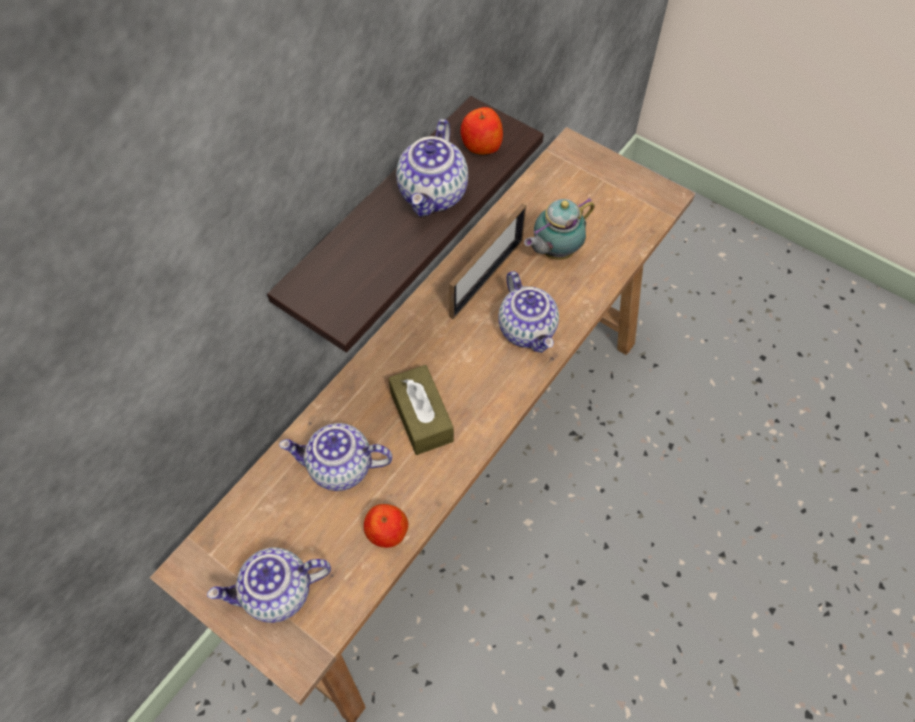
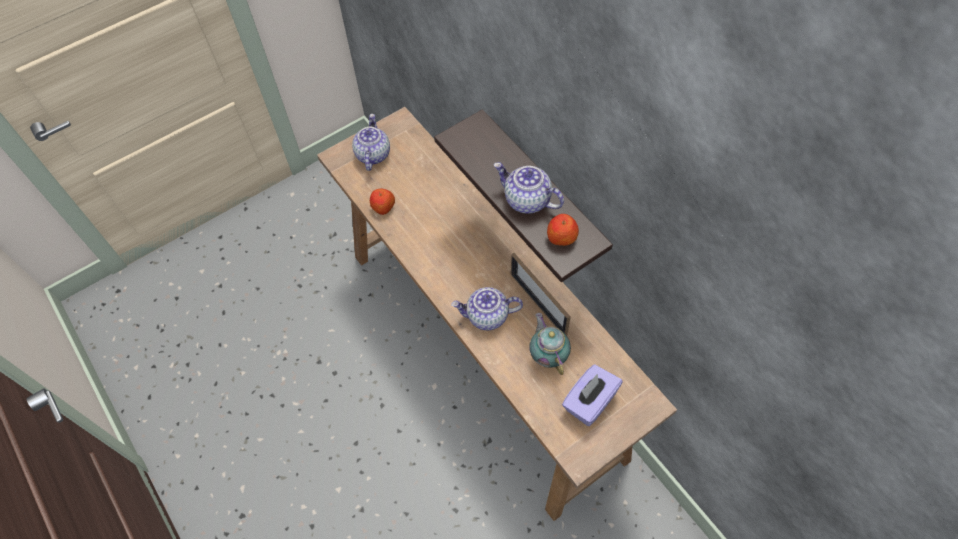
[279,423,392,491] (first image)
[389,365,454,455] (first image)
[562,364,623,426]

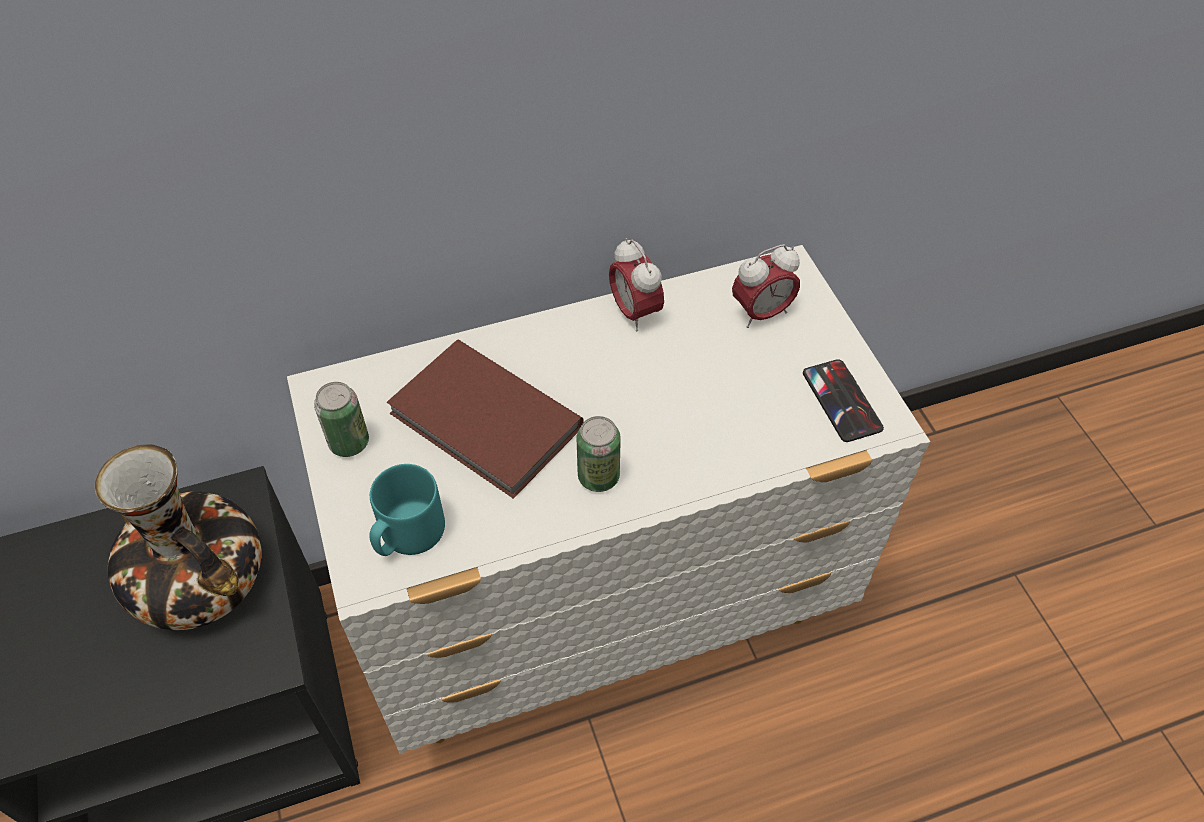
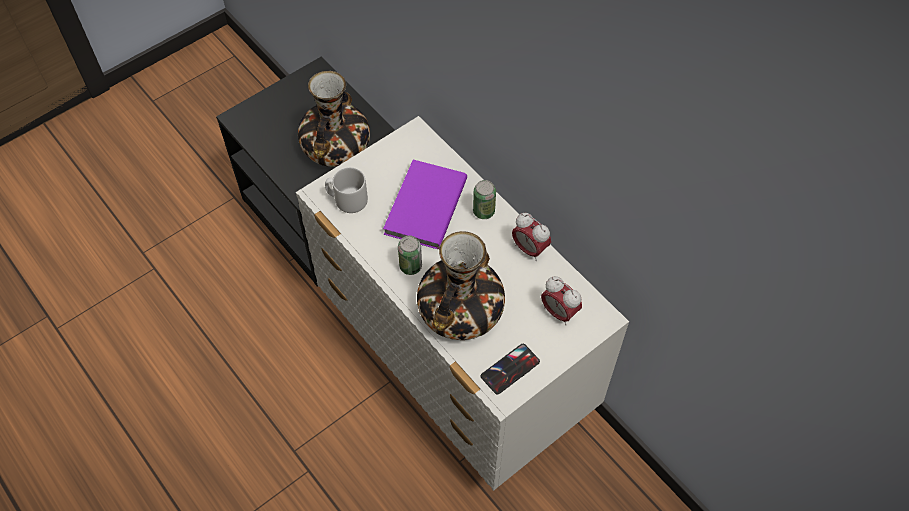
[417,231,505,340]
[473,180,496,219]
[325,167,368,213]
[383,160,467,249]
[512,213,551,261]

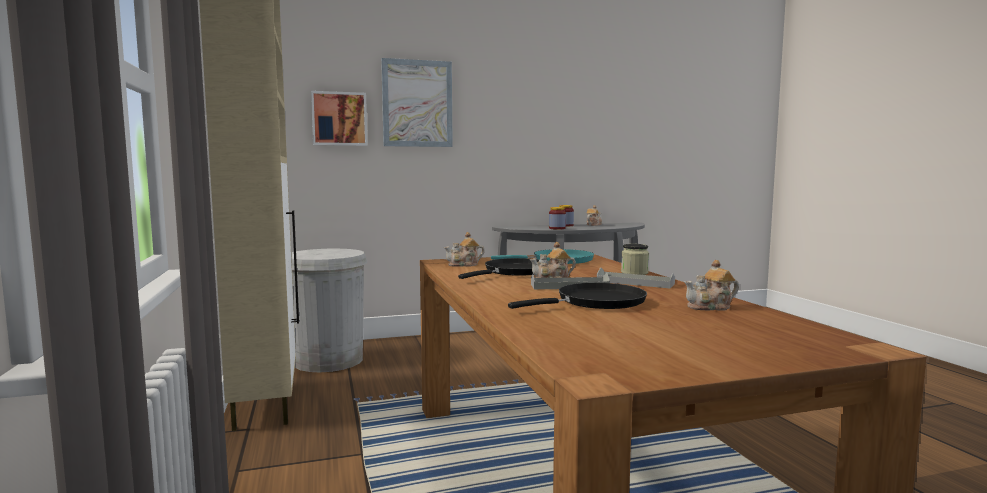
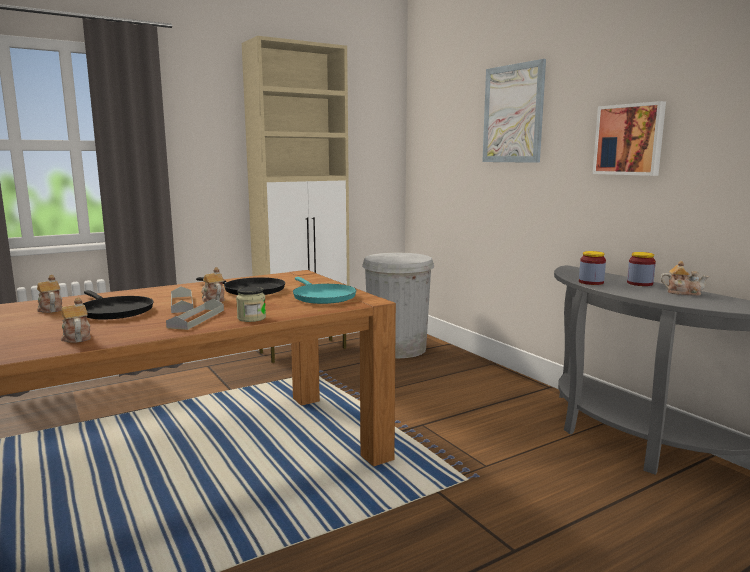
[593,101,666,176]
[37,275,62,313]

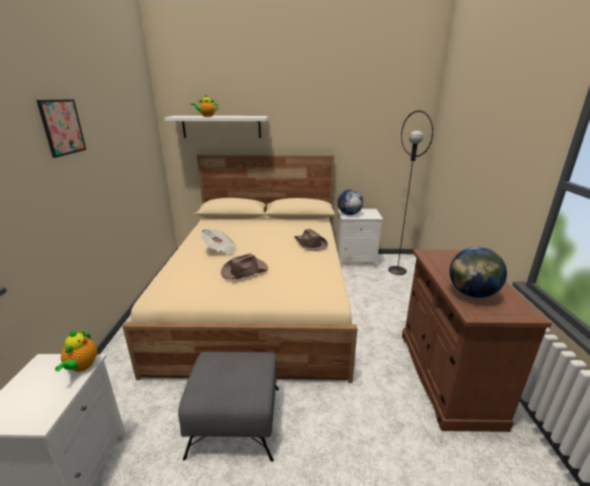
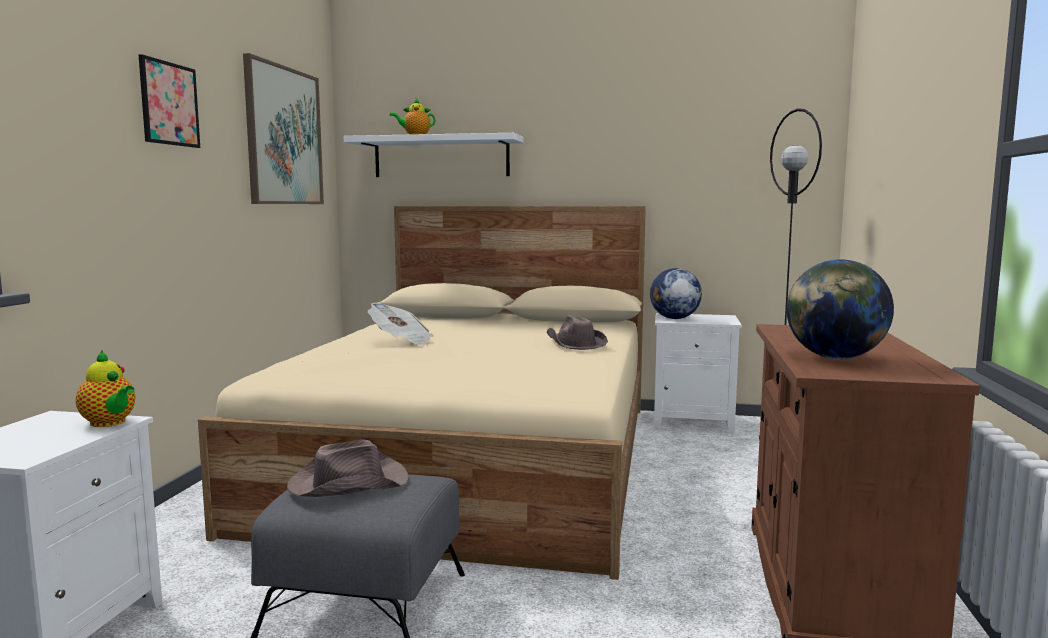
[243,53,324,204]
[287,440,409,497]
[76,351,135,427]

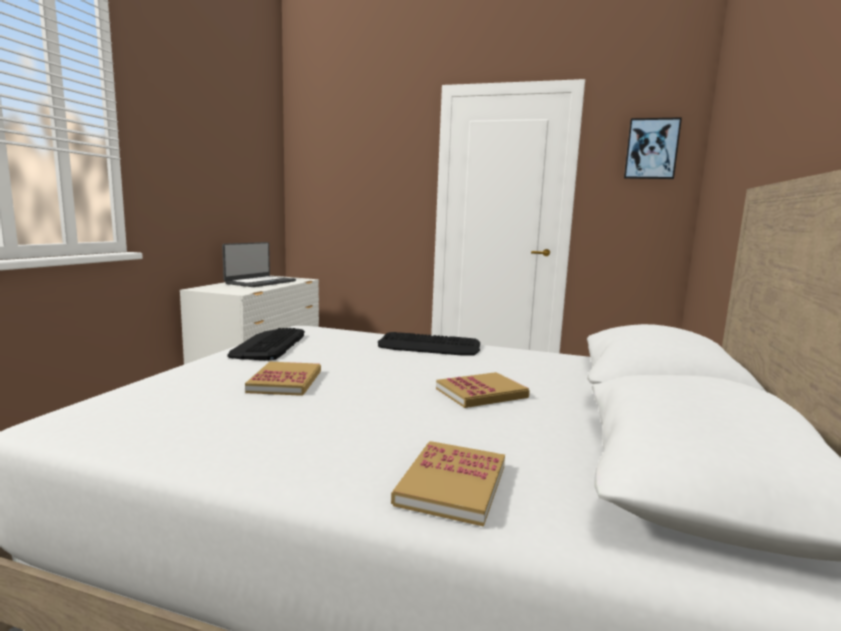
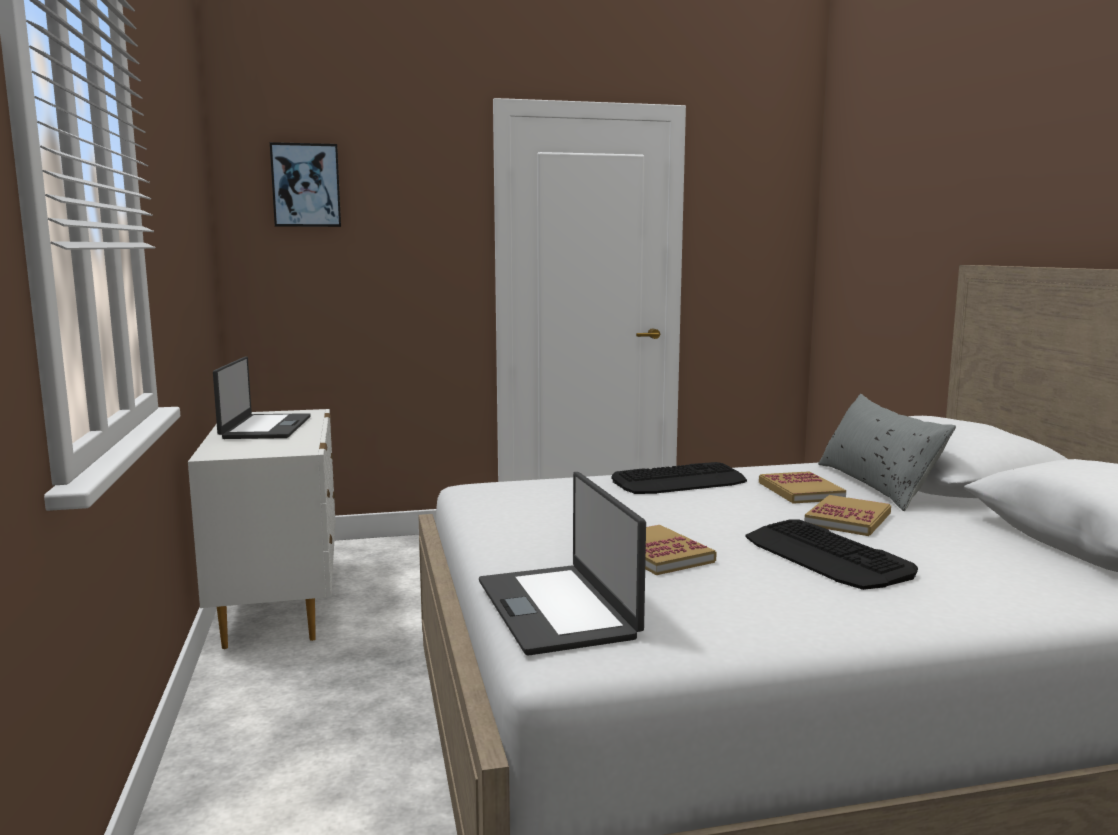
[479,472,646,656]
[818,394,956,511]
[746,519,918,590]
[759,471,846,504]
[270,142,341,227]

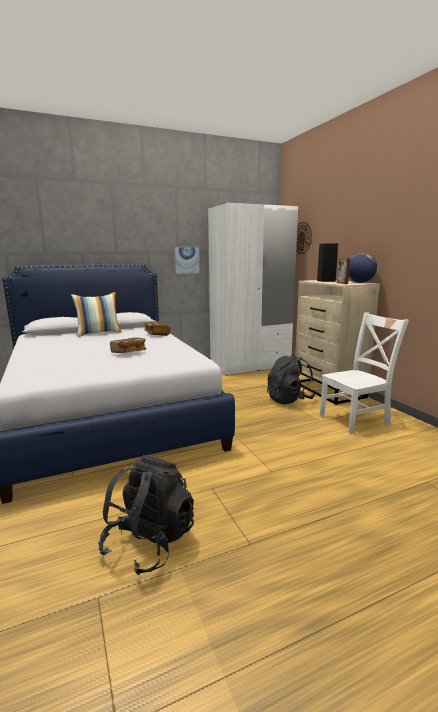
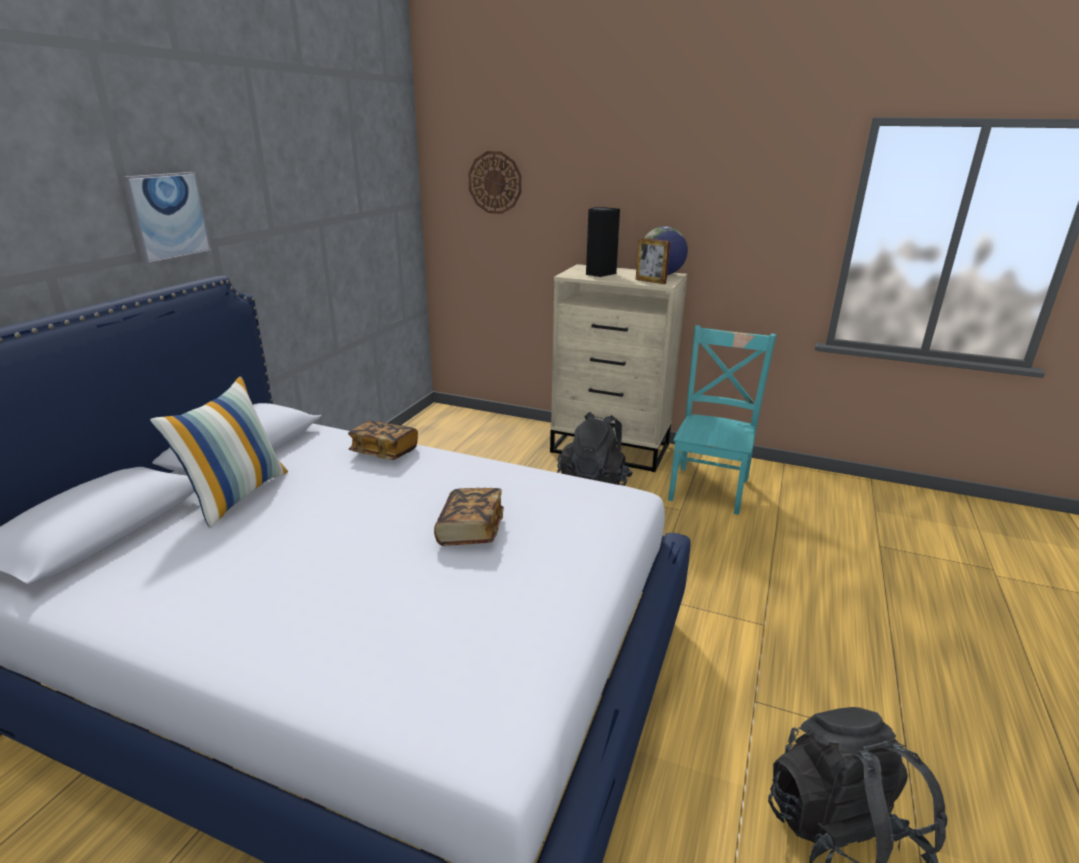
[208,203,298,376] (first image)
[122,172,211,264]
[668,325,776,515]

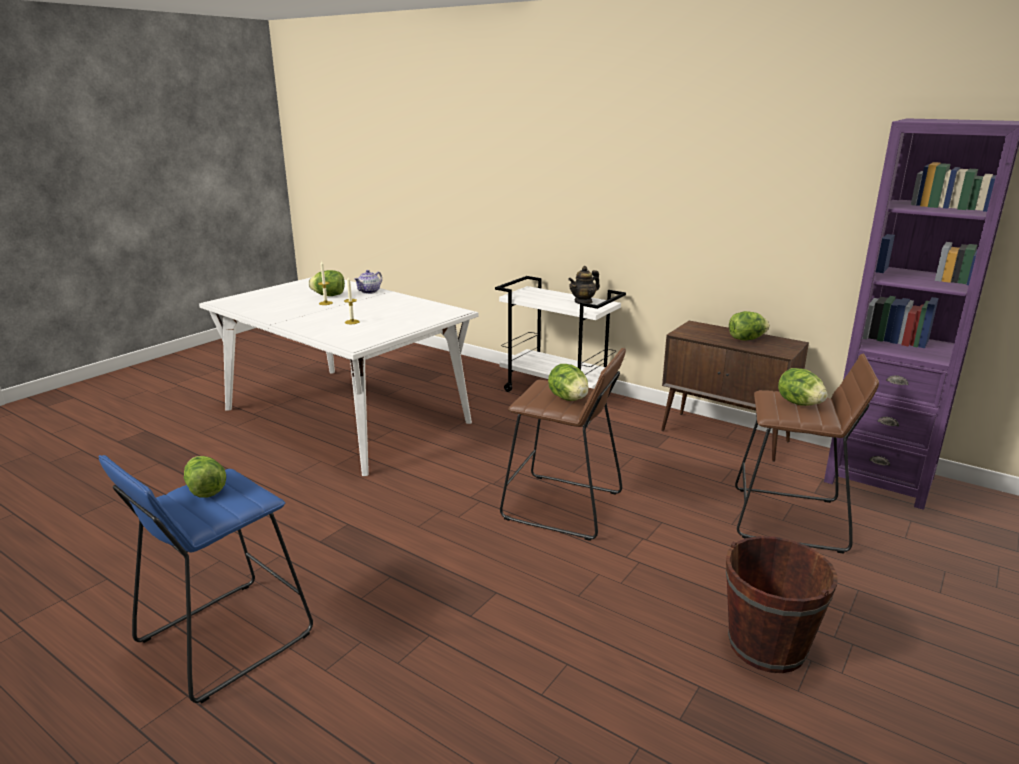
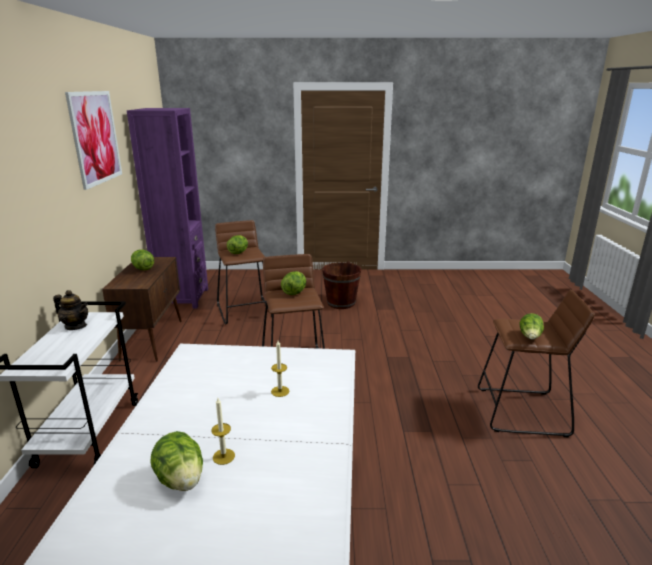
[354,270,382,294] (first image)
[65,91,122,190]
[478,289,595,437]

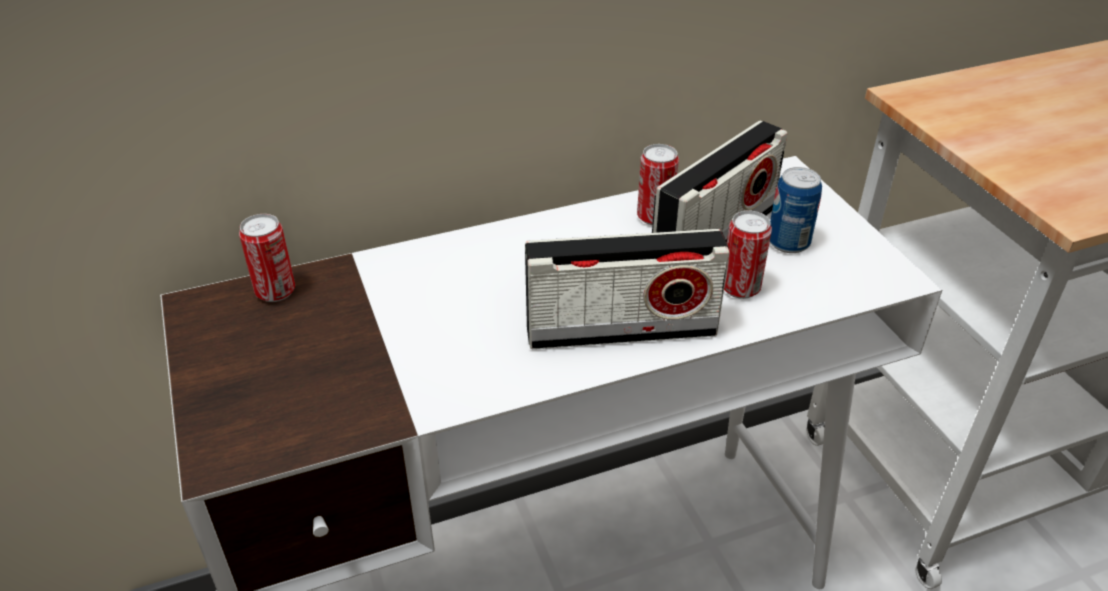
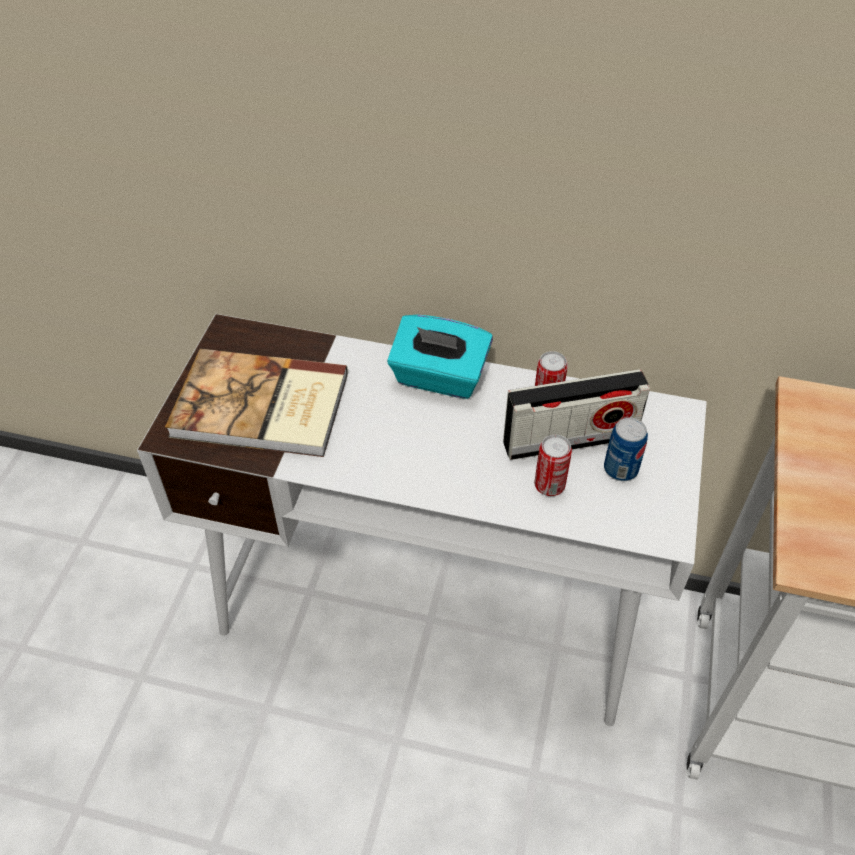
[239,214,295,302] (first image)
[525,229,730,349] (first image)
[165,348,348,457]
[387,315,493,399]

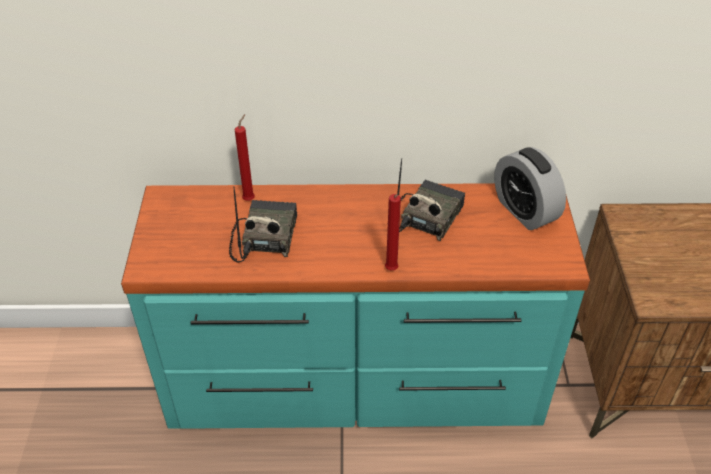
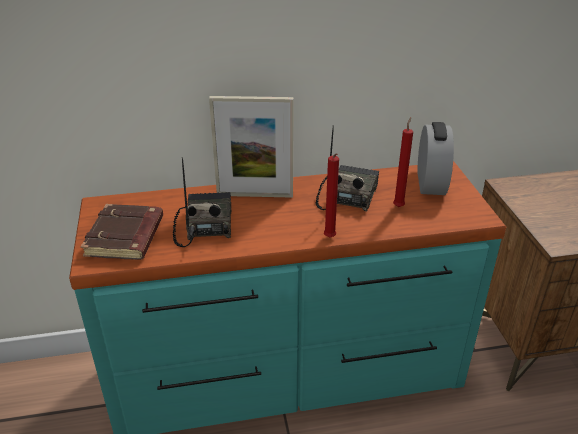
[81,204,163,260]
[209,96,294,197]
[393,117,413,207]
[417,122,454,195]

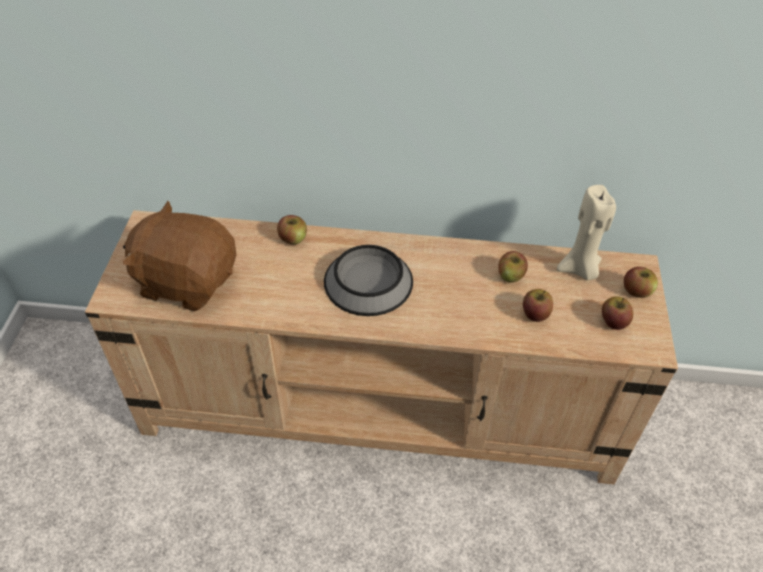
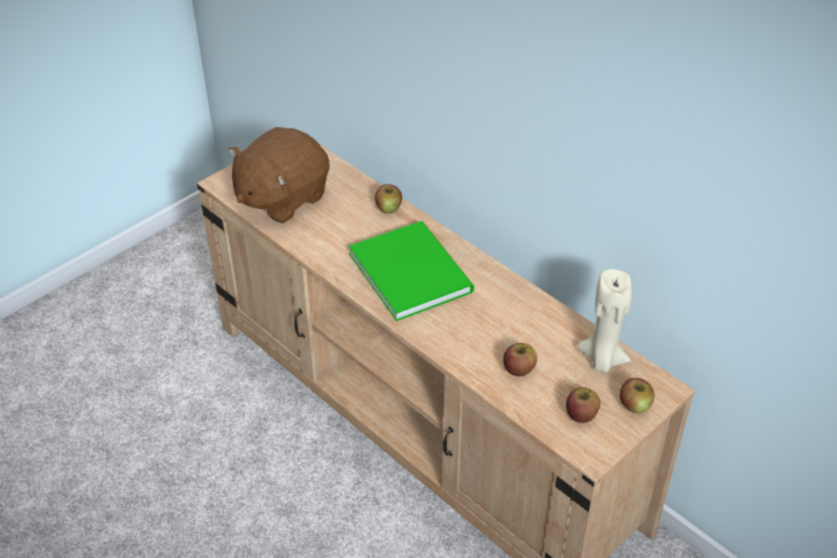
[498,251,528,282] (first image)
[349,221,474,321]
[229,127,329,224]

